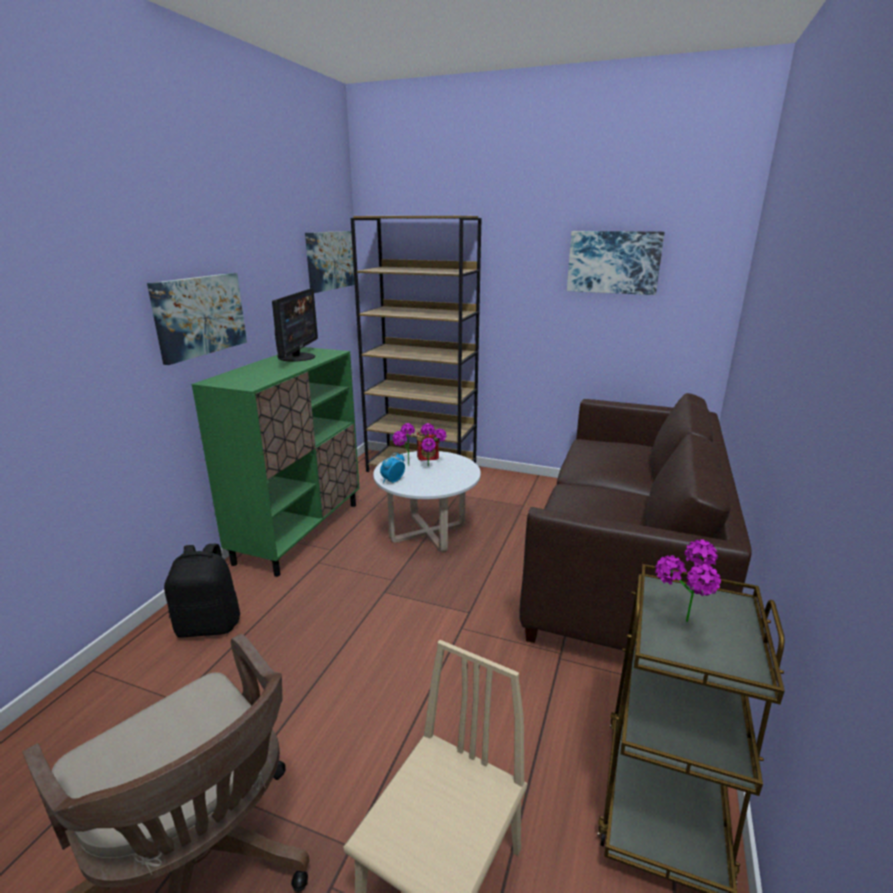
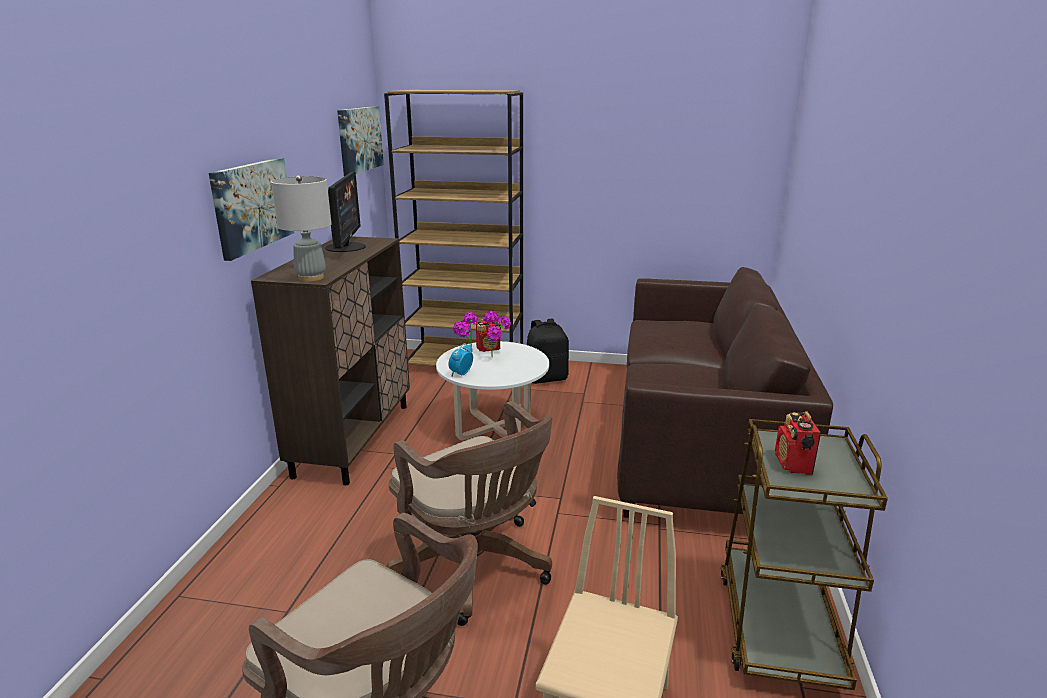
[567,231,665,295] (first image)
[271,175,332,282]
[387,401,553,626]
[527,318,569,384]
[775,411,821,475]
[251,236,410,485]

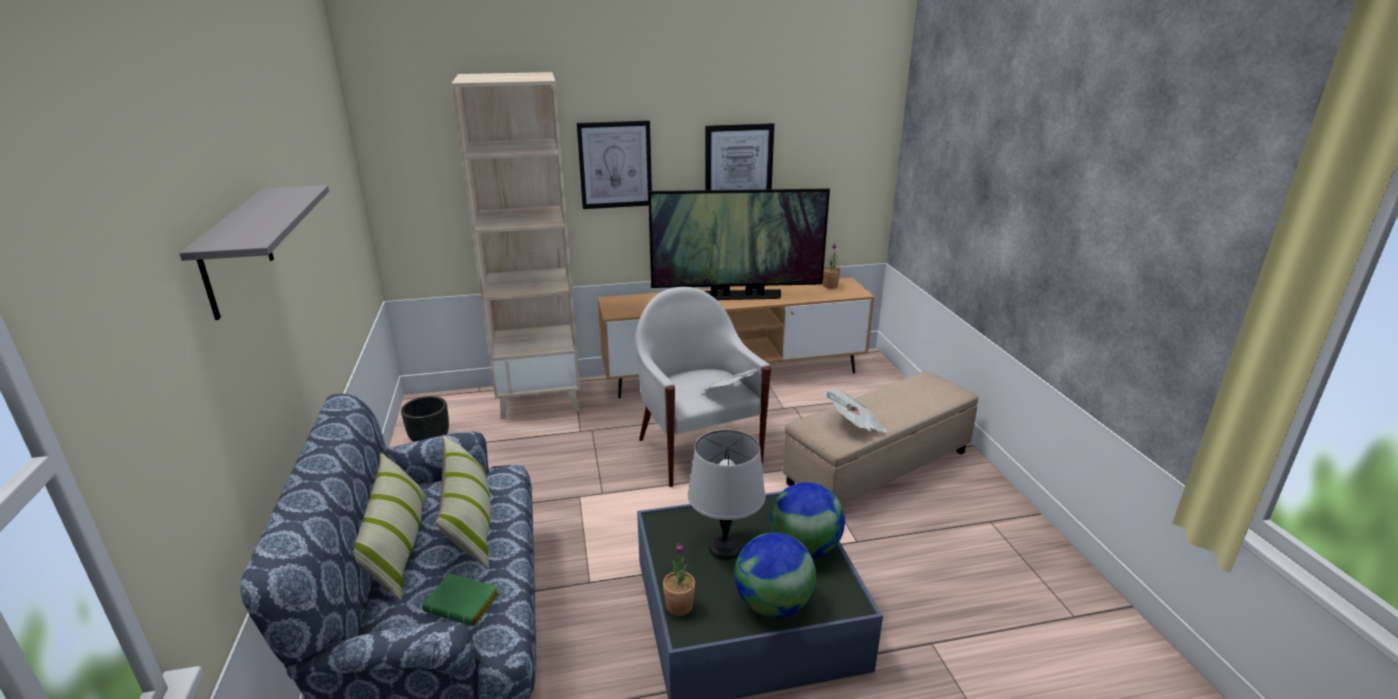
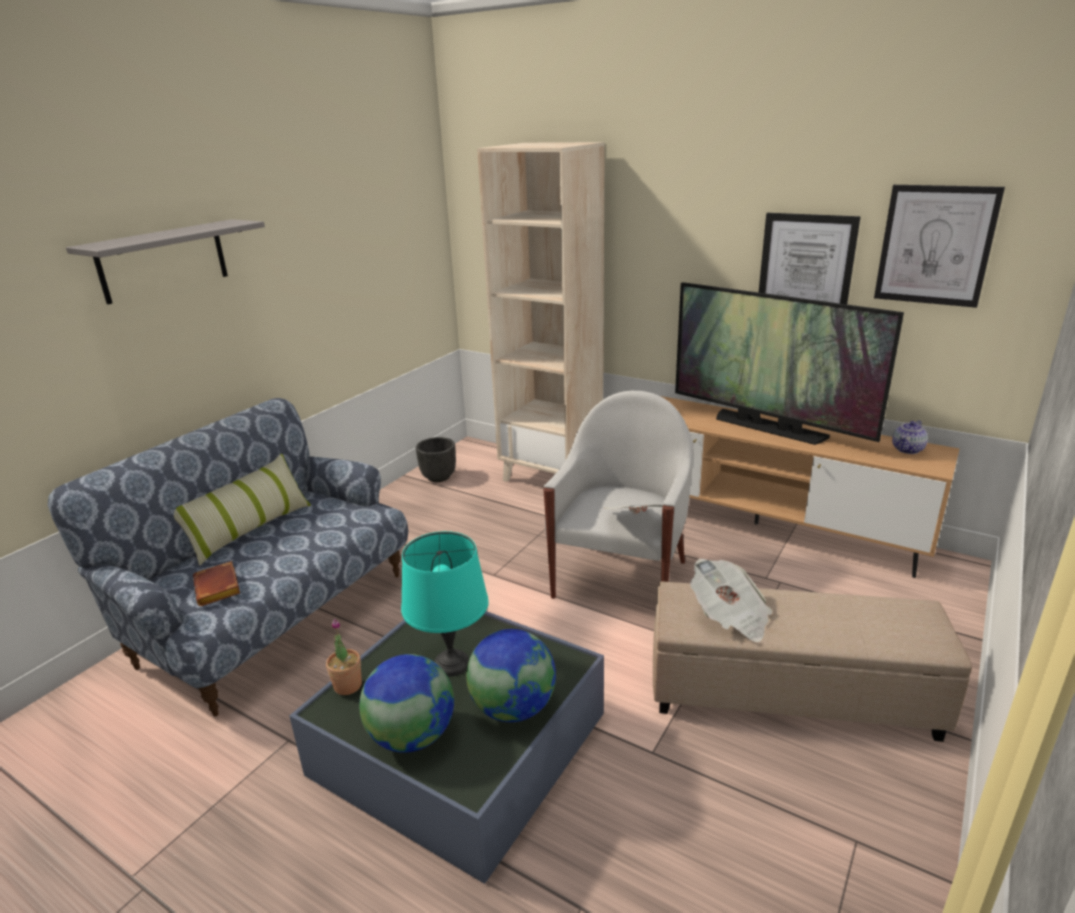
[436,435,491,569] (first image)
[874,185,1005,308]
[892,420,928,454]
[193,561,240,606]
[401,531,489,677]

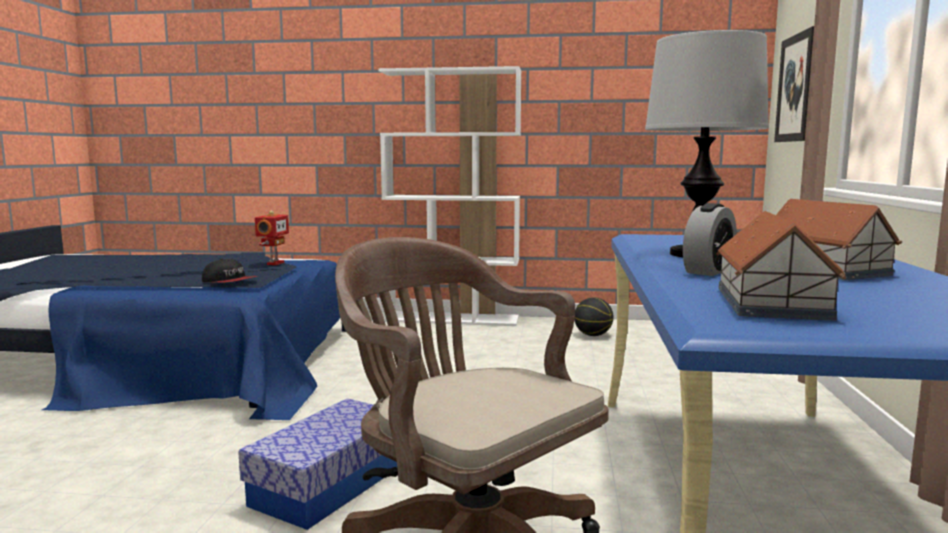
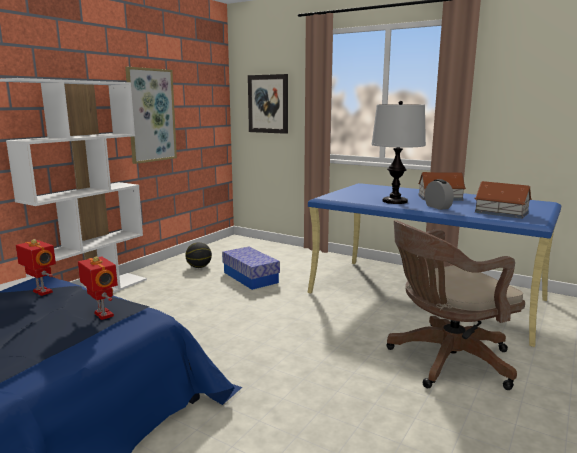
[125,67,177,164]
[222,247,280,290]
[78,256,118,320]

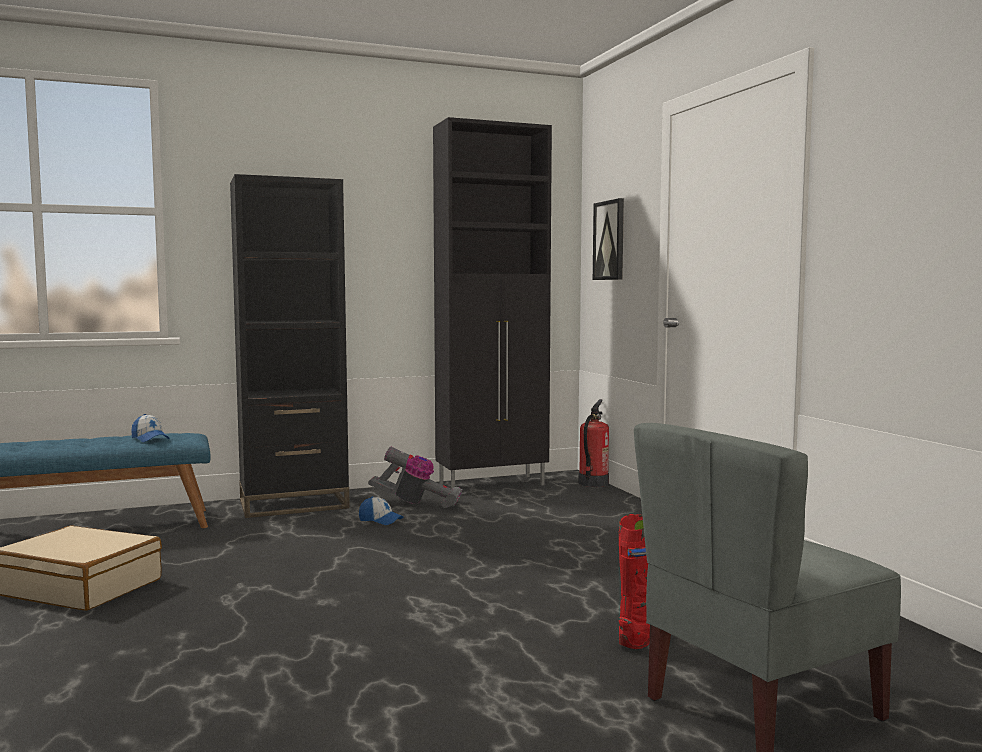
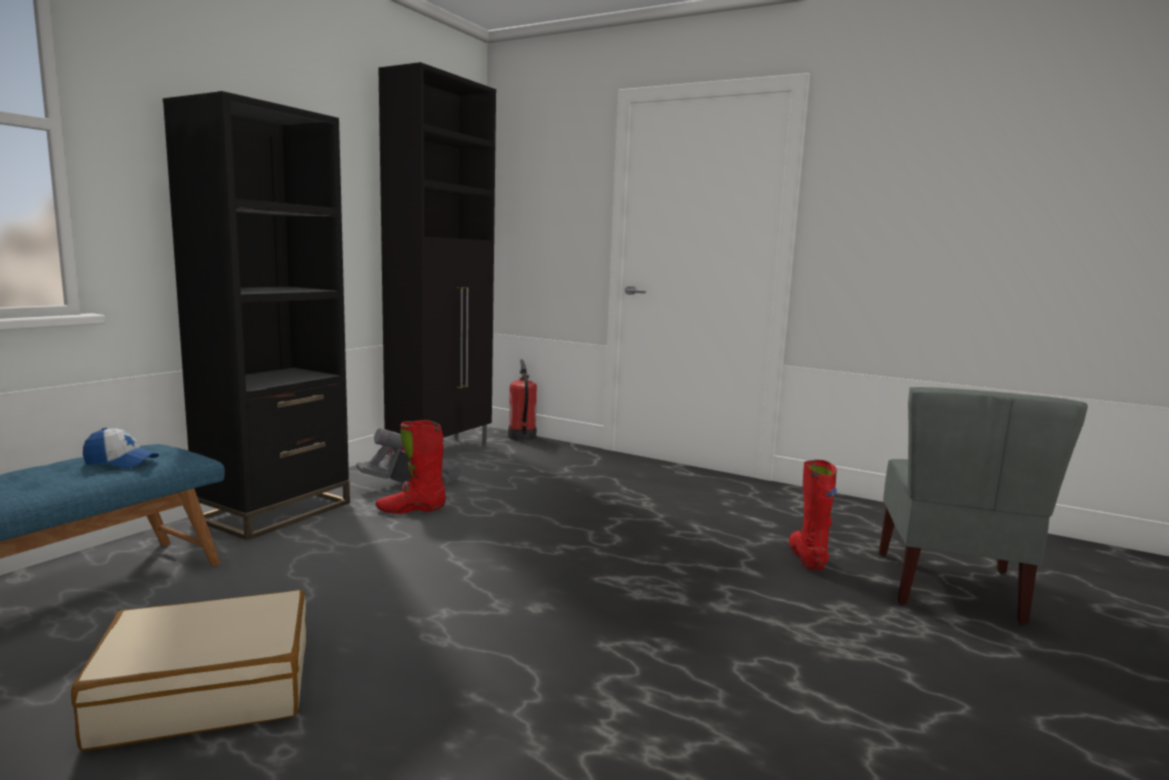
[593,198,624,280] (first image)
[376,420,446,514]

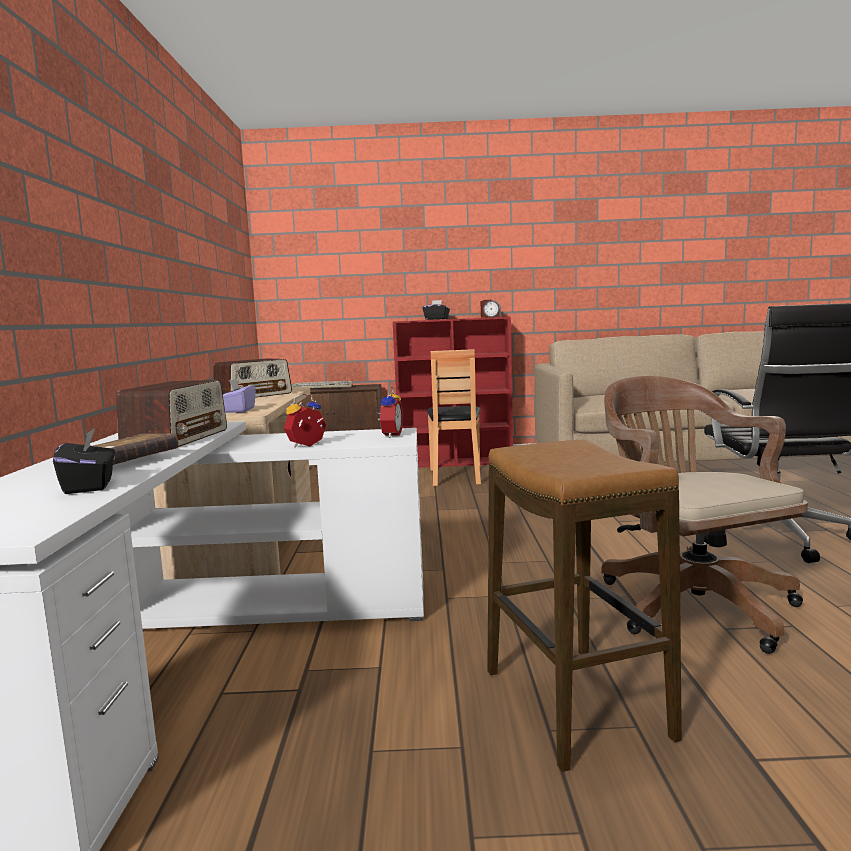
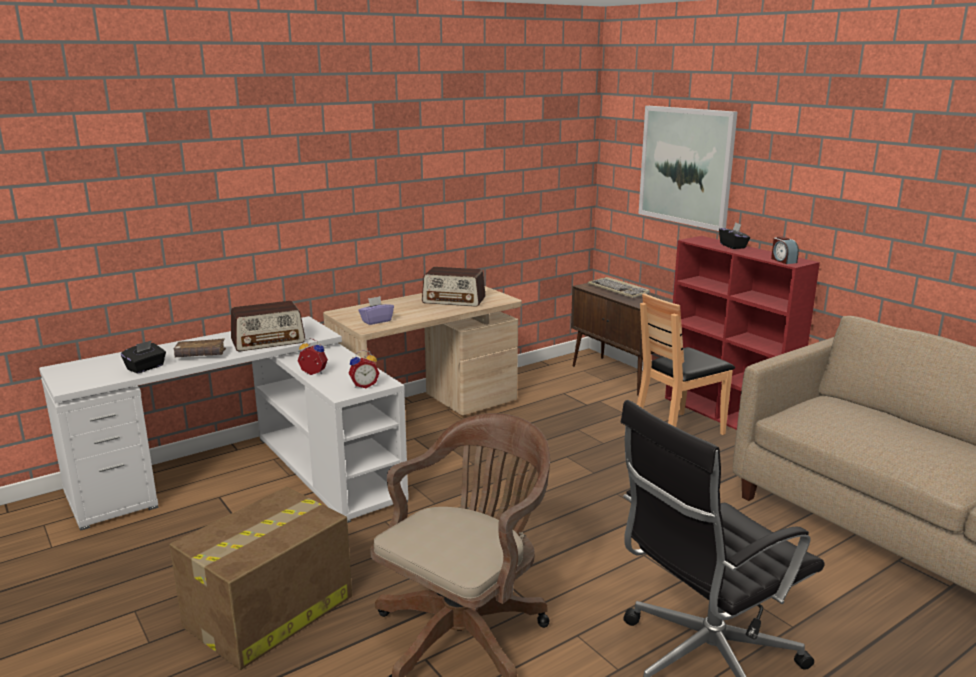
[639,106,737,231]
[170,487,352,670]

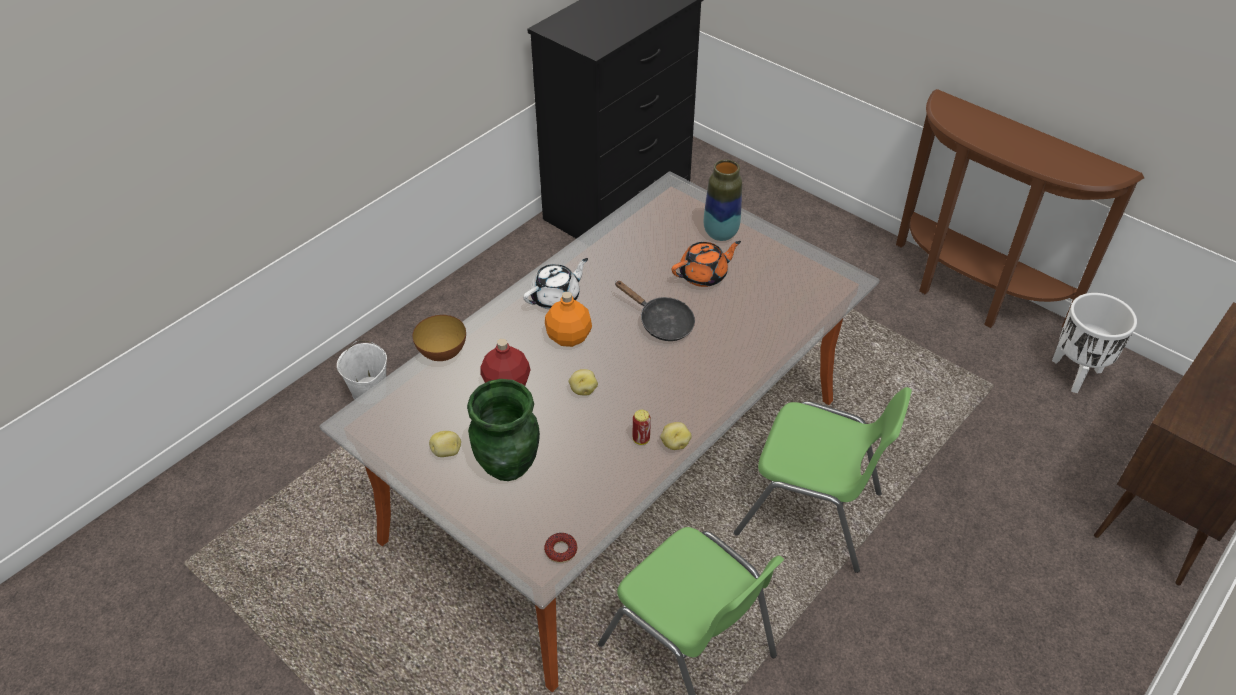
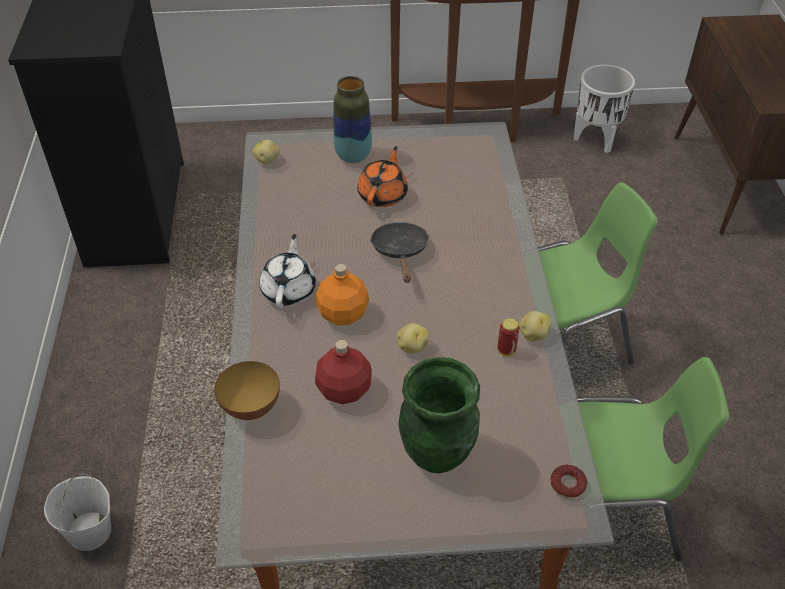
[253,140,280,164]
[370,222,429,283]

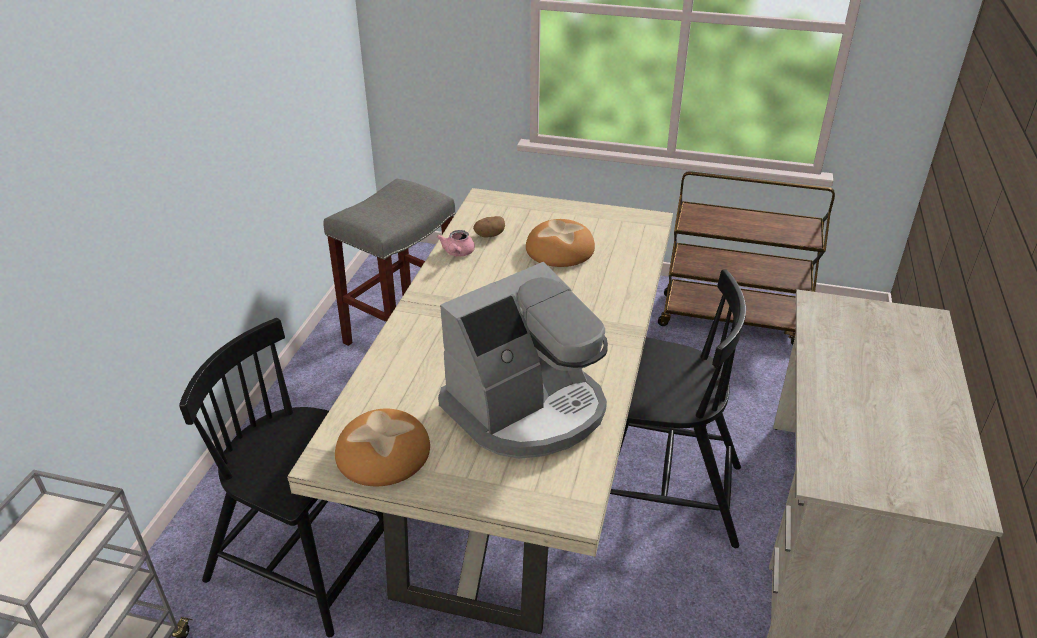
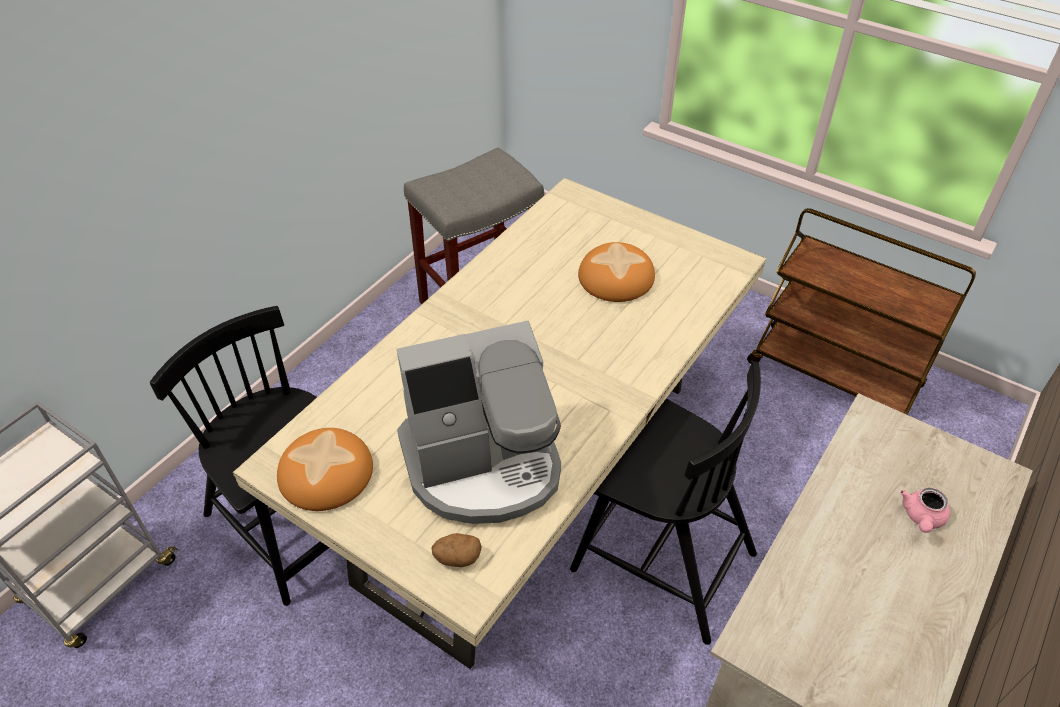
[900,487,950,533]
[432,533,481,567]

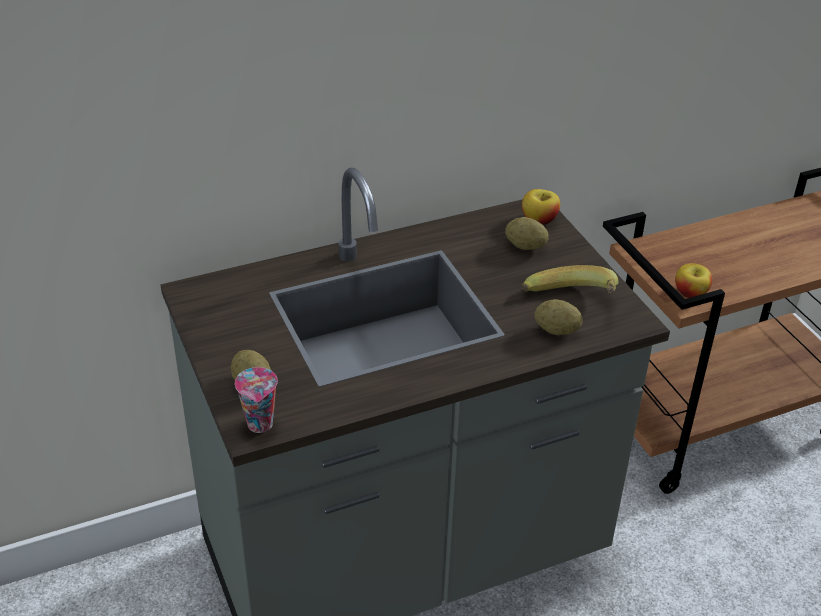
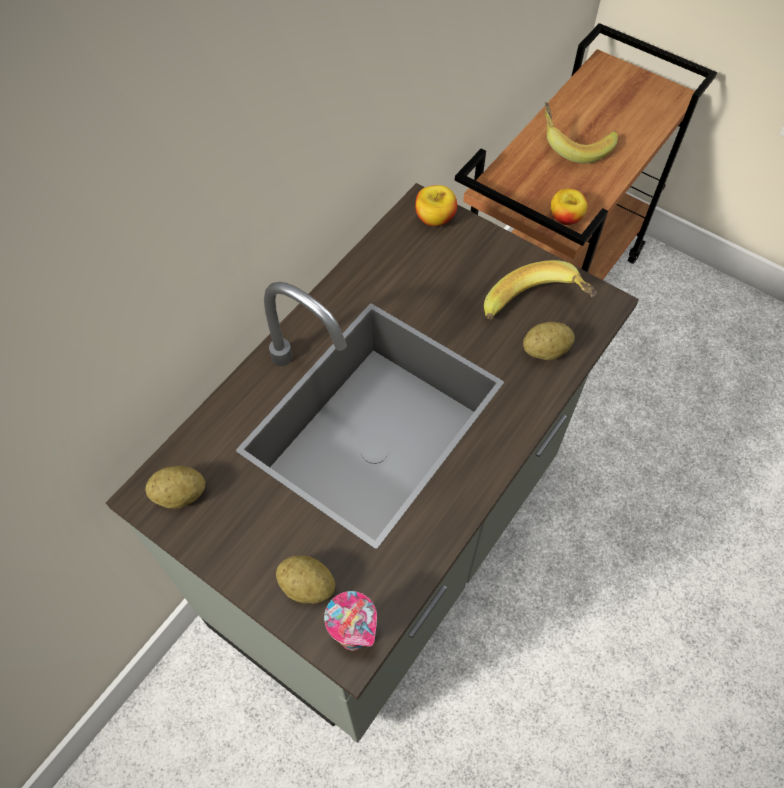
[545,102,618,163]
[145,466,205,508]

